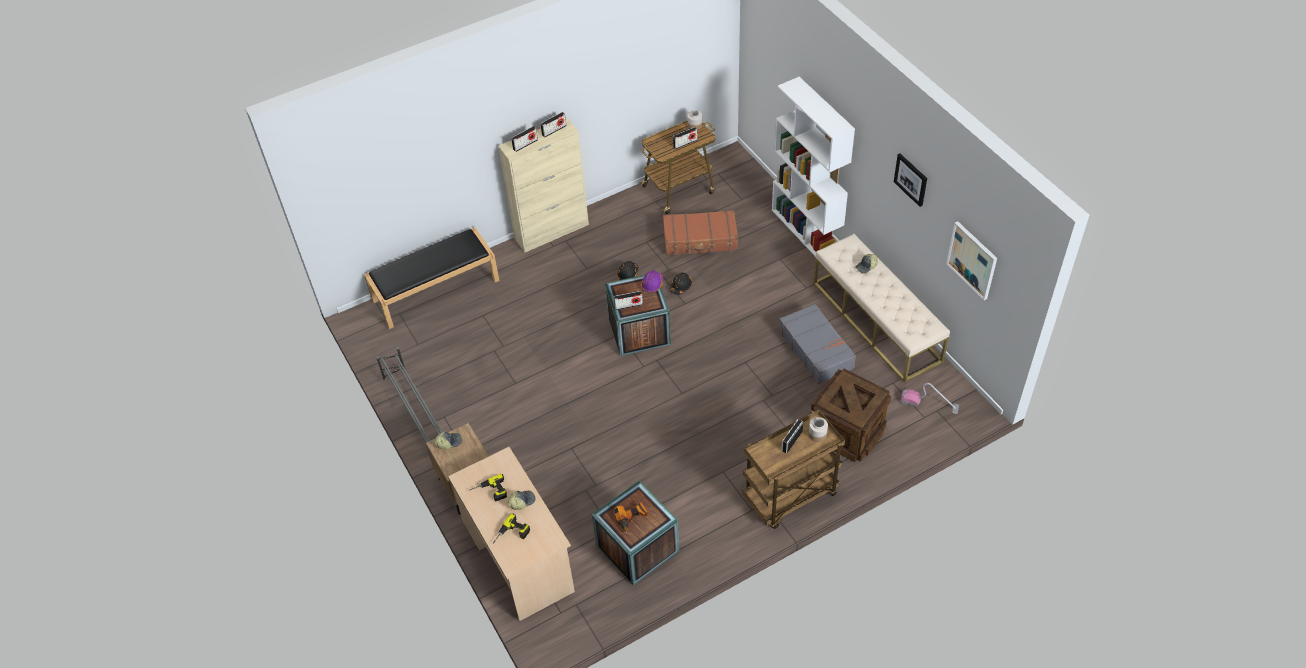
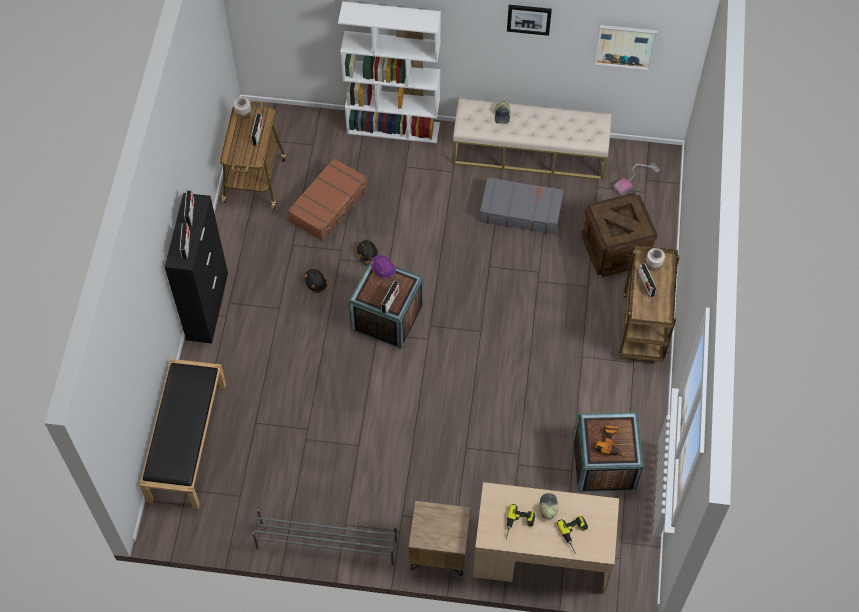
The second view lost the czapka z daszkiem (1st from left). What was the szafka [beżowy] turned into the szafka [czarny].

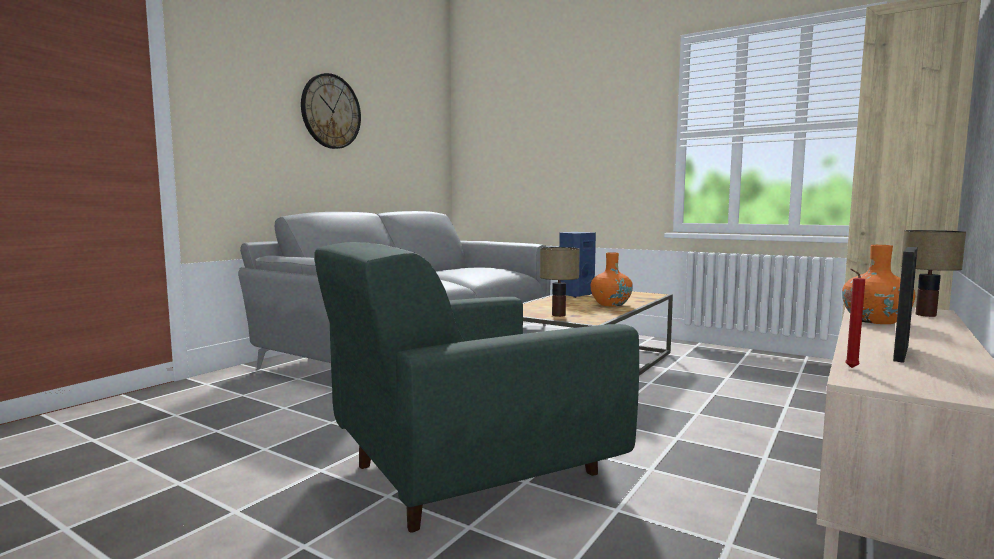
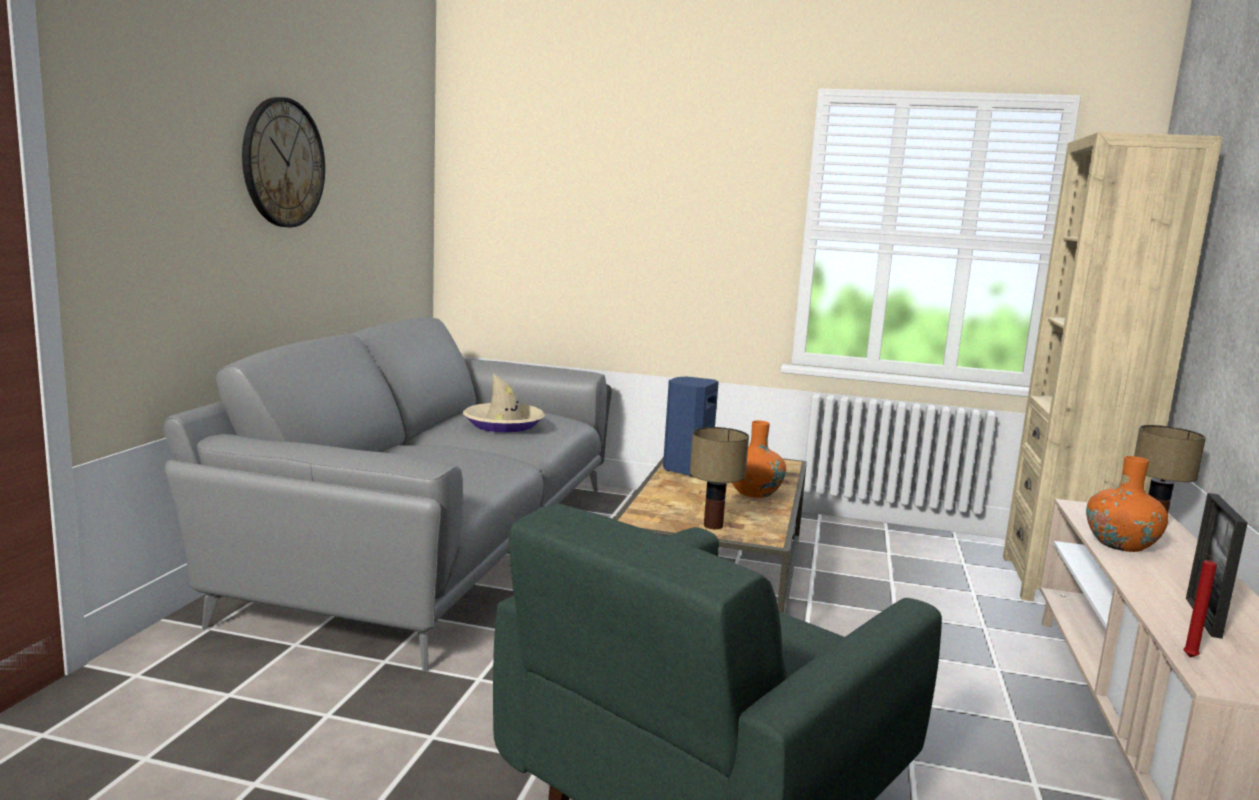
The second view gained the kapelusz [beżowy].

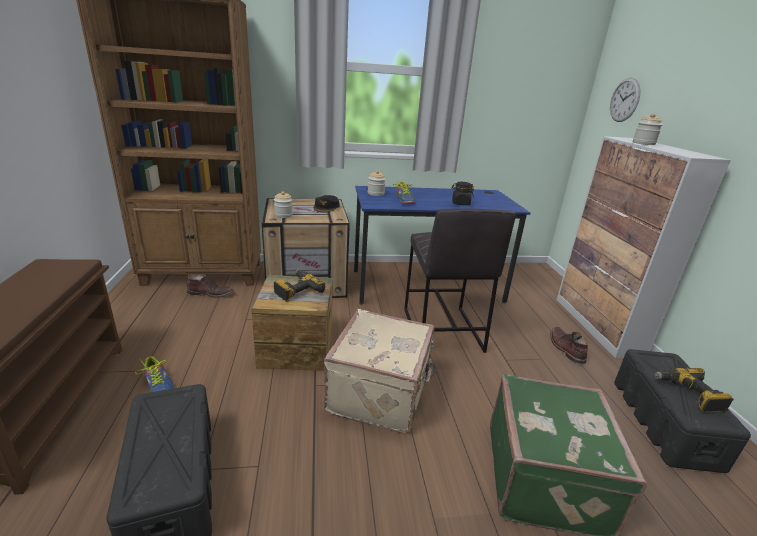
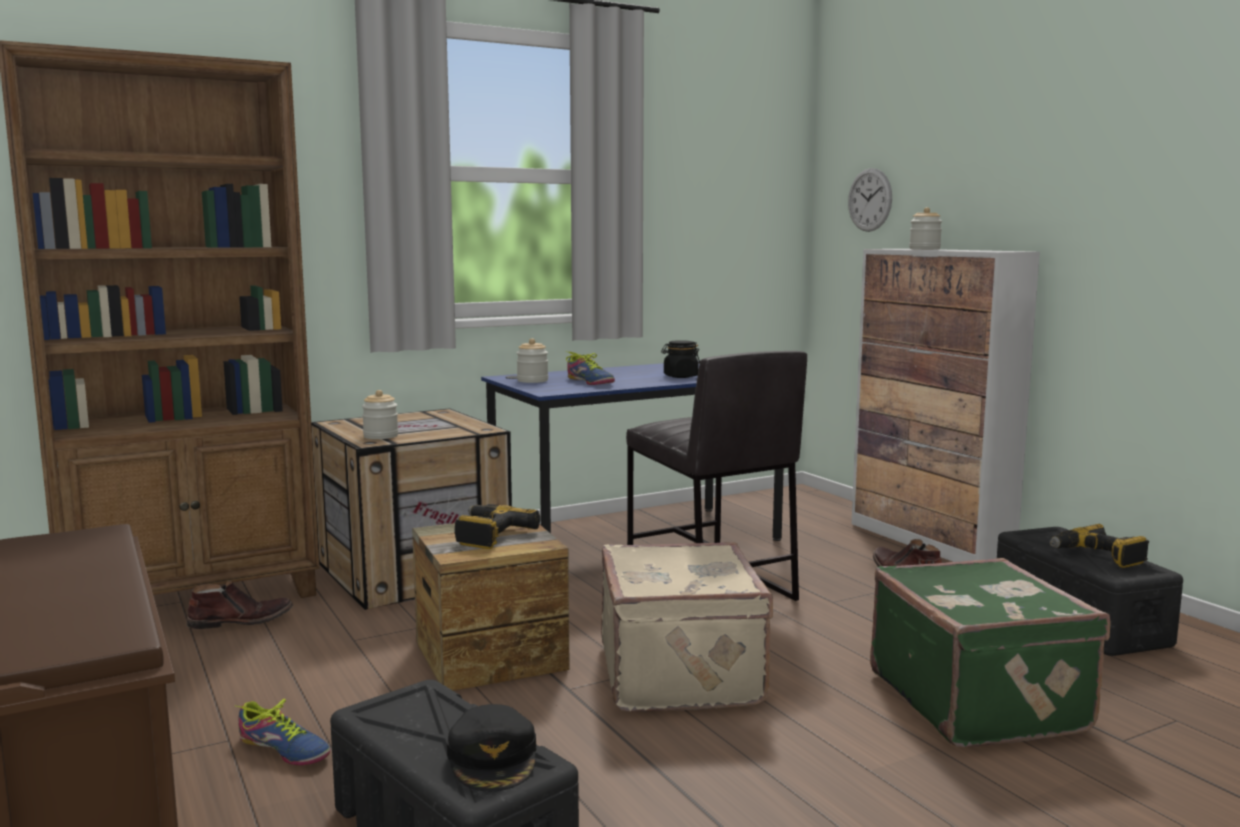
The czapka z daszkiem [czarny] ended up elsewhere.

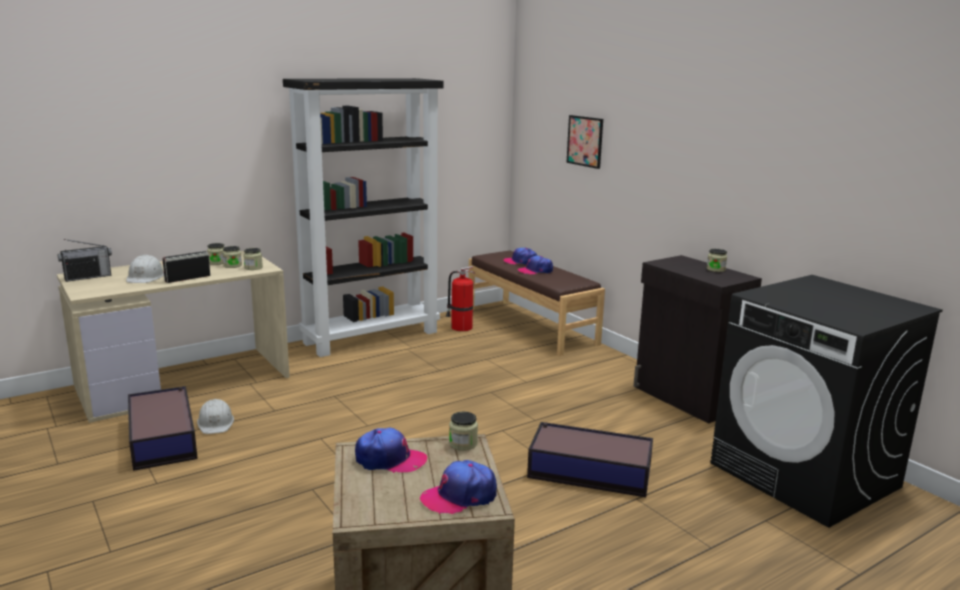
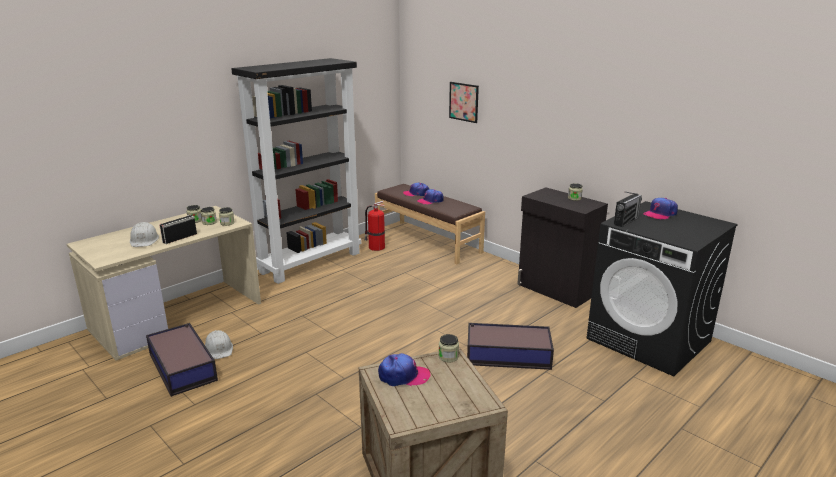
The radio (1st from left in the first image) ended up elsewhere. The czapka z daszkiem (2nd from left in the first image) ended up elsewhere.

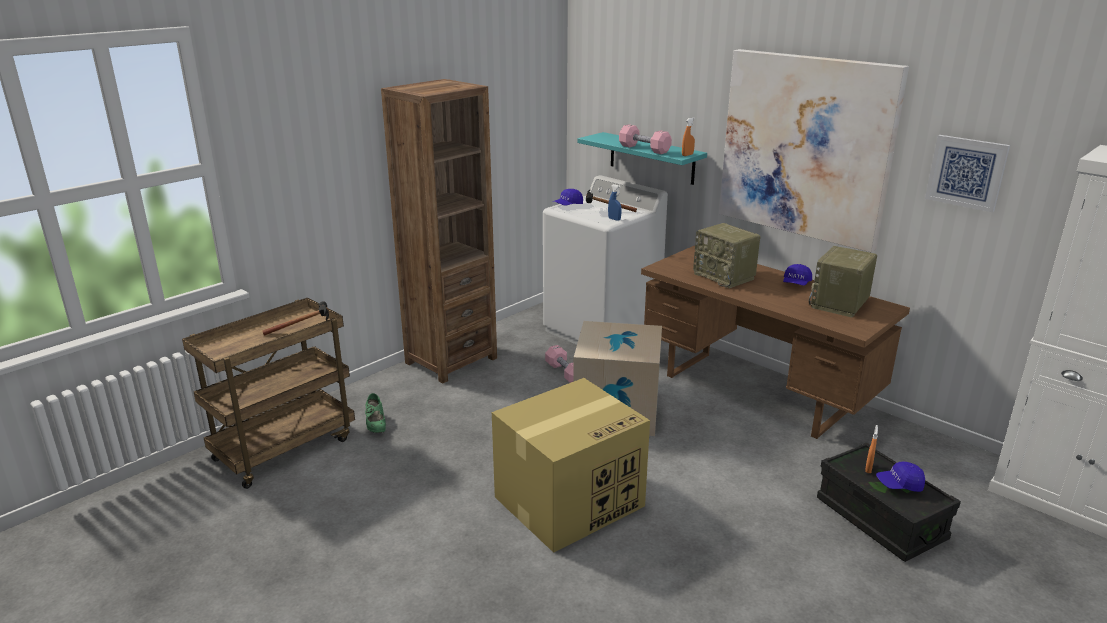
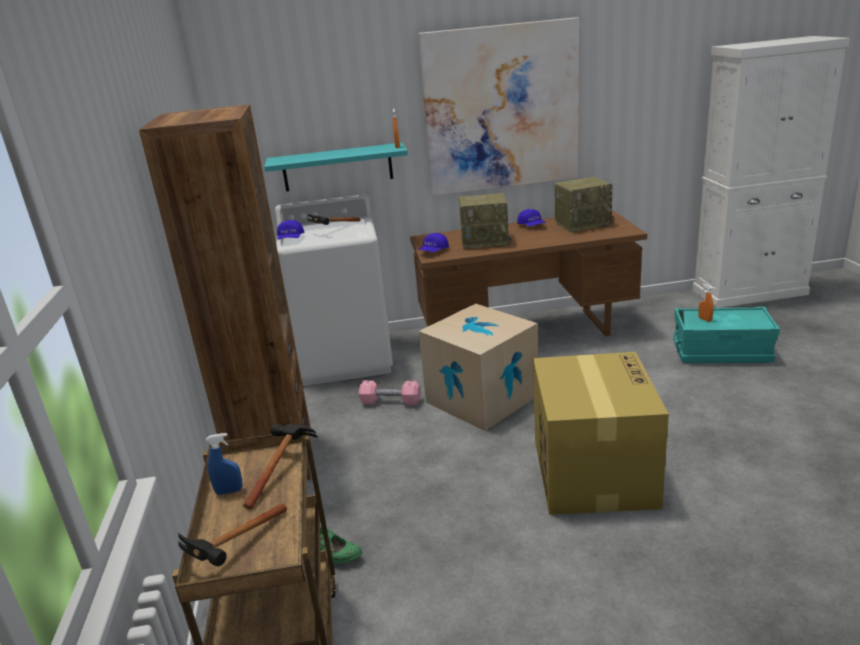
The spryskiwacz [niebieski] ended up elsewhere. The second view lost the hantel [różowy] (2nd from left). The radio (2nd from left) ended up facing another way, 90 degrees counterclockwise from before. What was the pojemnik do przechowywania [czarny] turned into the pojemnik do przechowywania [turkusowy]. The czapka z daszkiem [niebieski] (3rd from left in the first image) ended up elsewhere. The second view lost the obraz (2nd from left). The second view gained the młotek (1st from left).

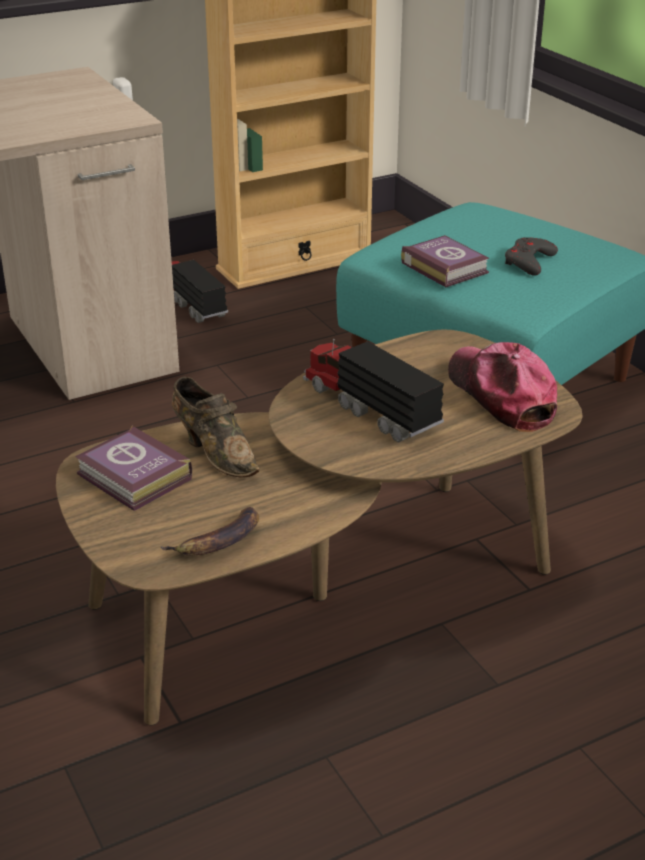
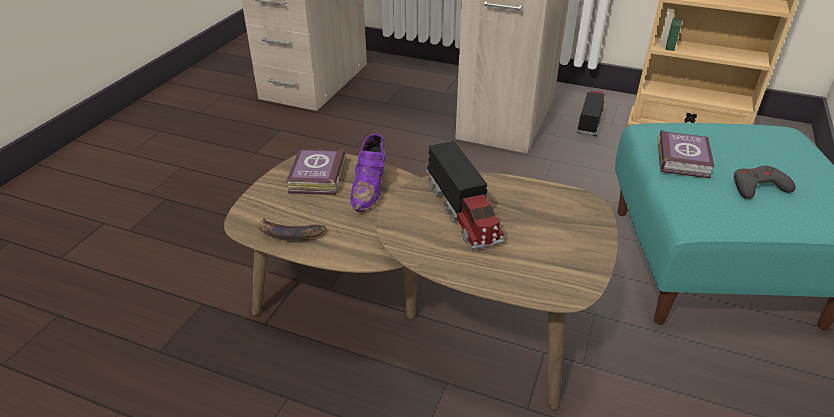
What was the but [brązowy] turned into the but [fioletowy]. The ciężarówka zabawkowa (2nd from left in the first image) ended up facing another way, 150 degrees clockwise from before. The second view lost the czapka z daszkiem.

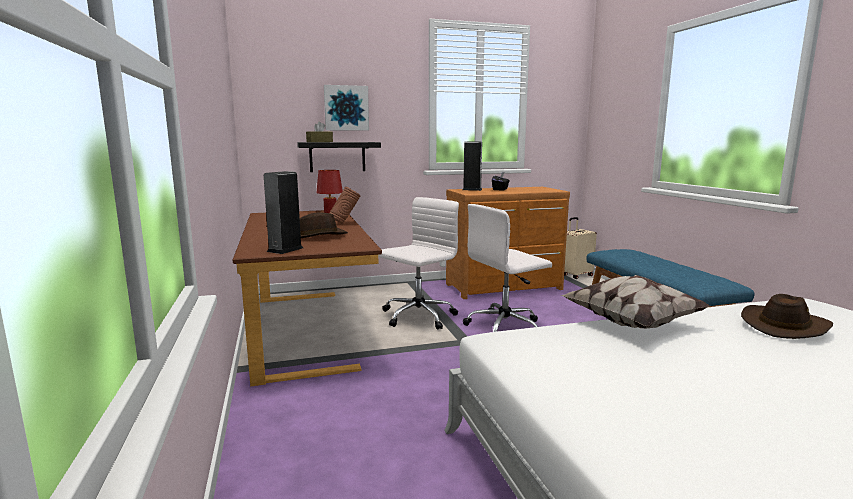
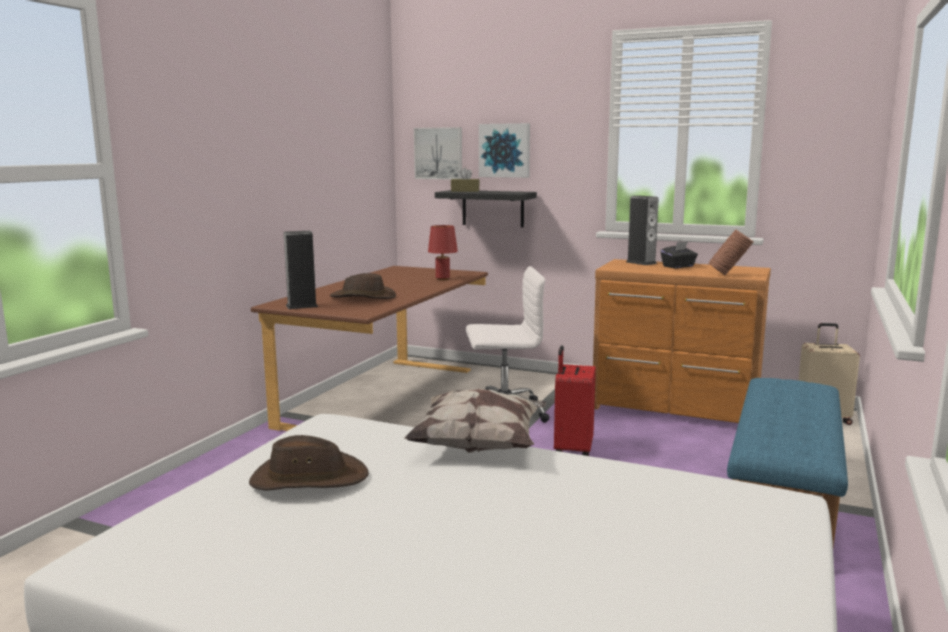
The wazon [brązowy] ended up elsewhere. Where the krzesło biurowe [biały] (2nd from left) stood, the walizka [czerwony] came to stand. The kapelusz [brązowy] (2nd from left in the first image) ended up elsewhere. The second view gained the obraz (1st from left).

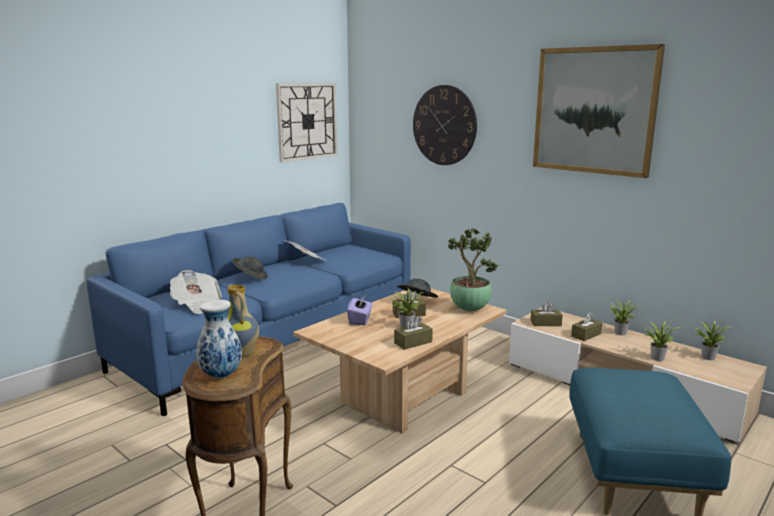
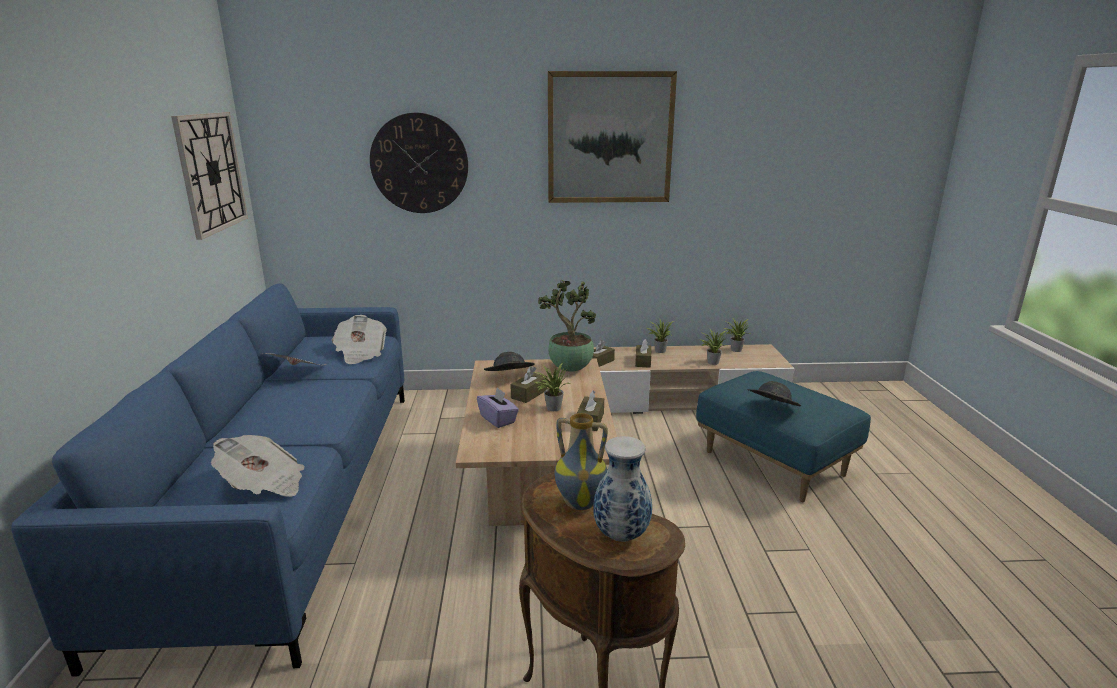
The kapelusz [szary] (1st from left in the first image) ended up elsewhere. The second view gained the gazeta (3rd from left).

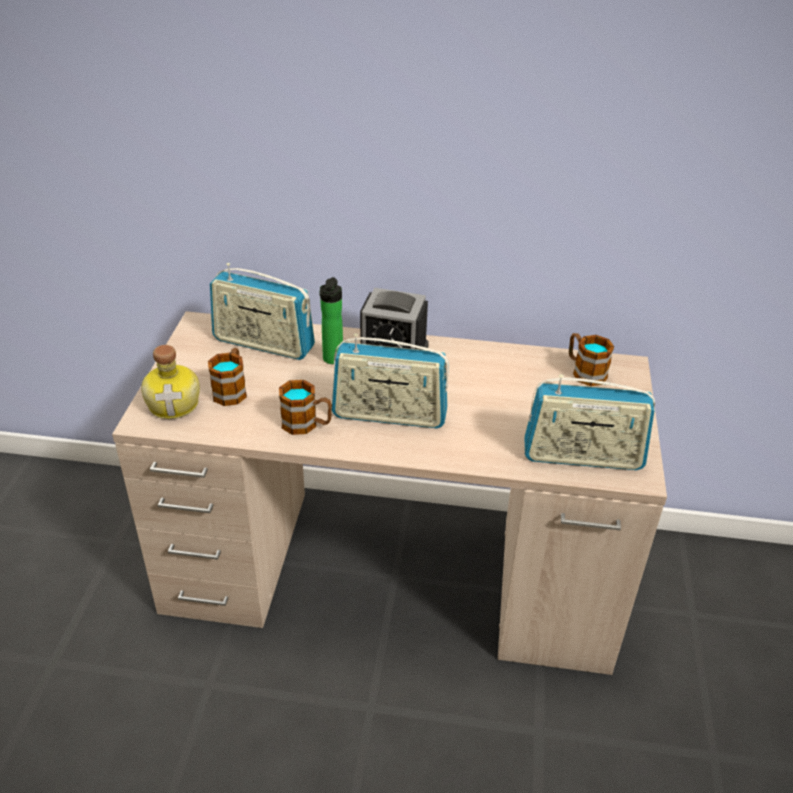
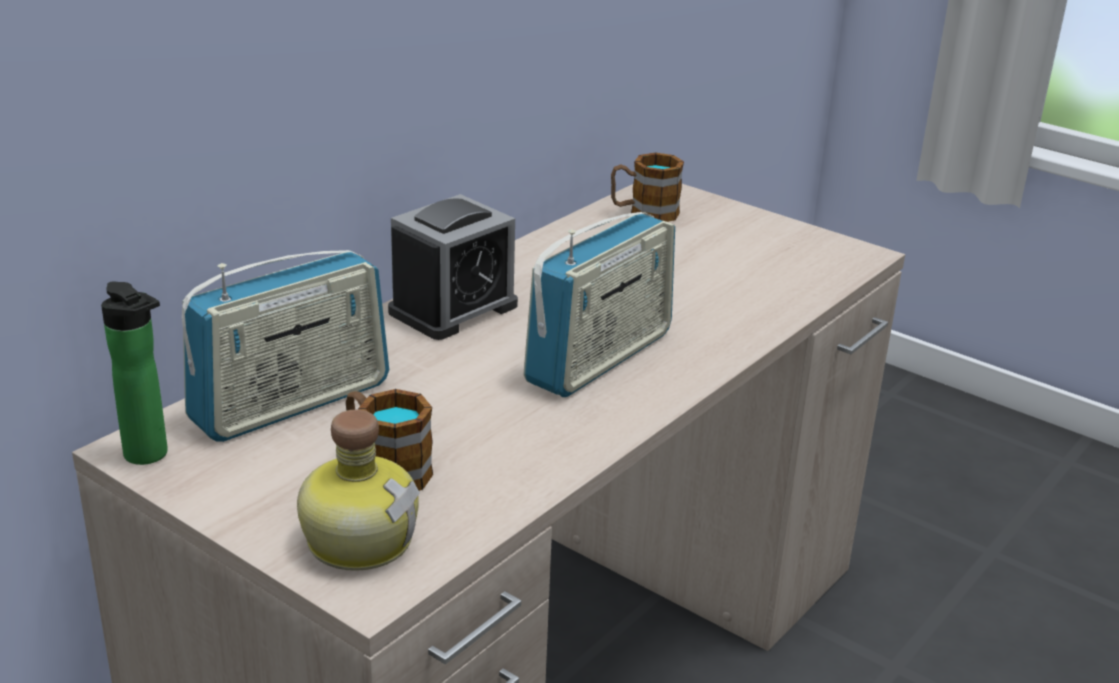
The second view lost the kubek (2nd from left). The butelka (2nd from left in the first image) ended up elsewhere. The second view lost the radio (3rd from left).

